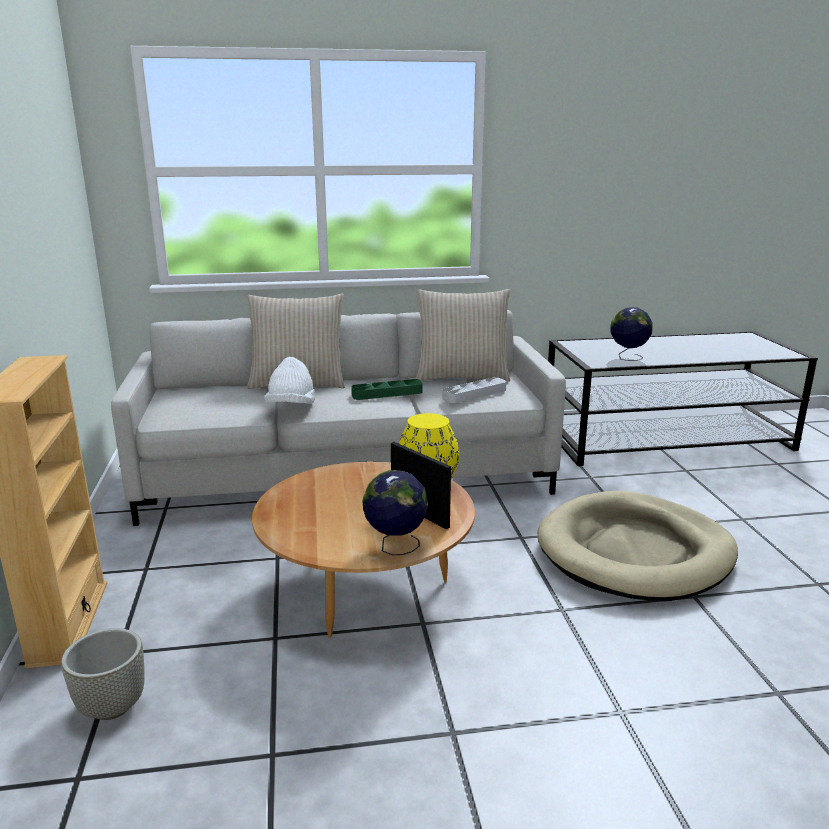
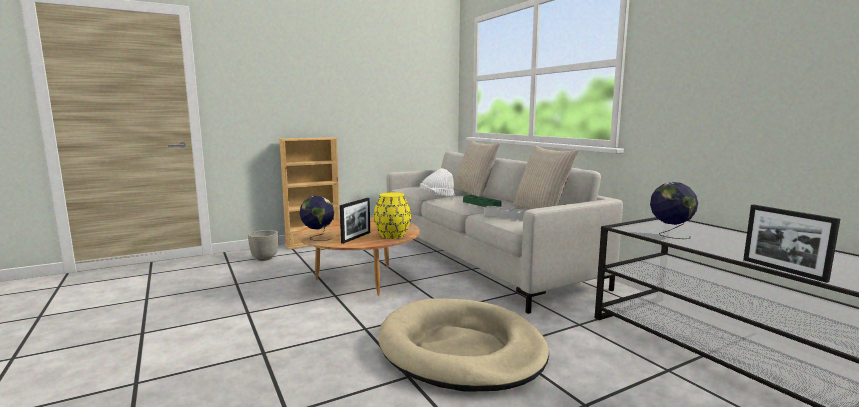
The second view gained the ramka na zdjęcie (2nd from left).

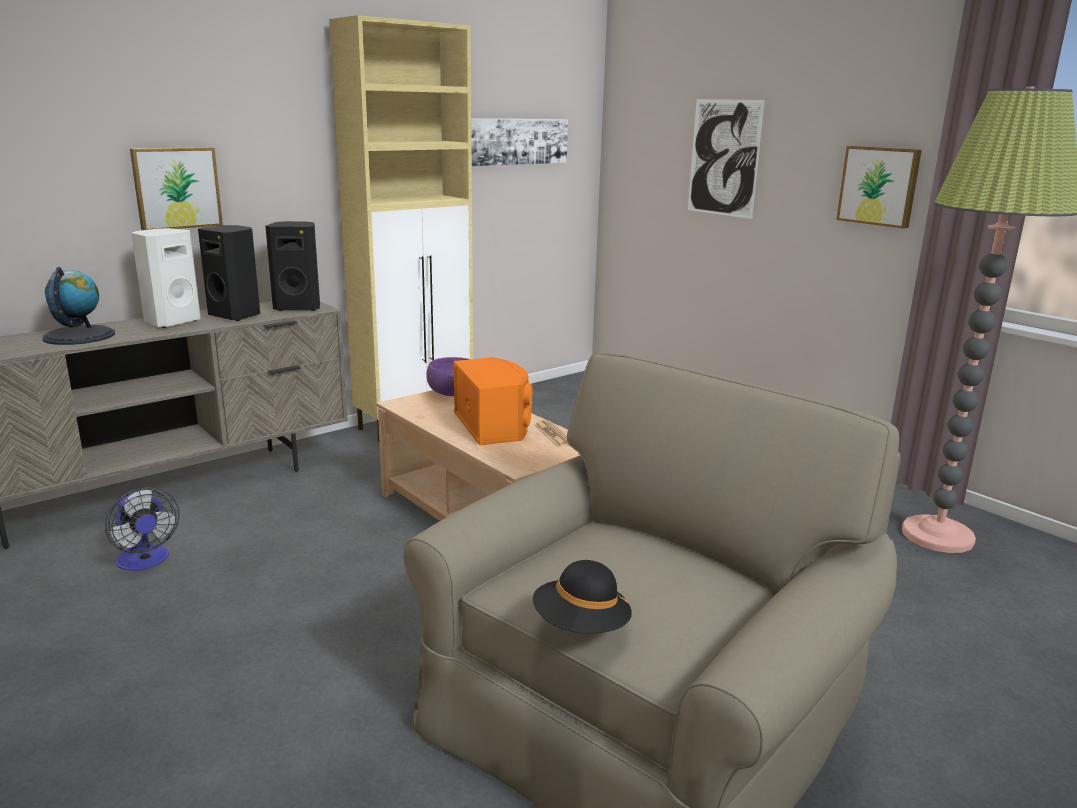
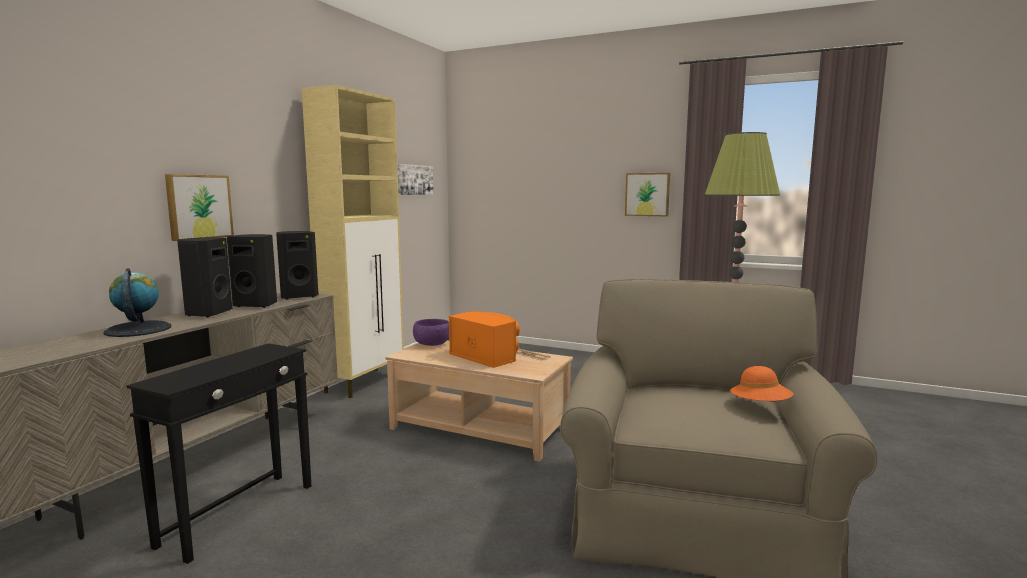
Where the wentylator stood, the stolik [czarny] came to stand. What was the głośnik [biały] turned into the głośnik [czarny] (1st from left). The second view lost the kapelusz [czarny]. The second view lost the obraz (3rd from left). The second view gained the kapelusz [pomarańczowy].

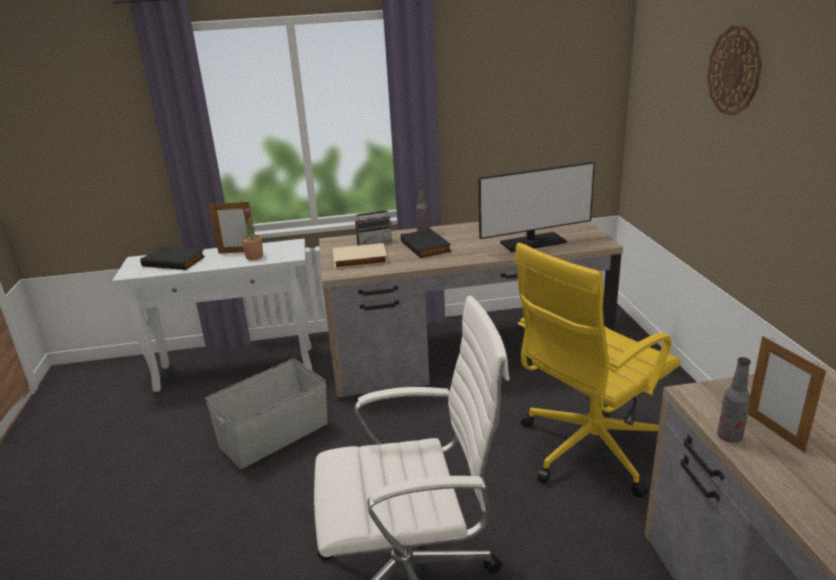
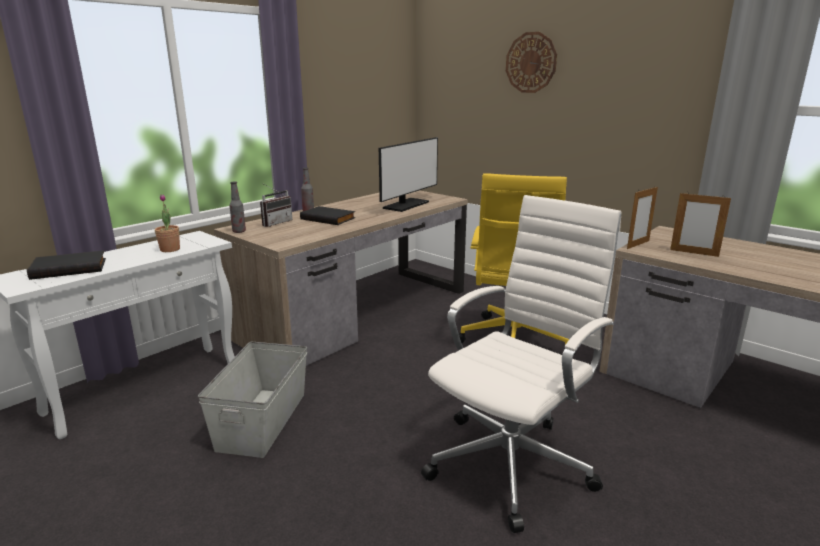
The ramka na zdjęcie (1st from left) ended up elsewhere. The second view lost the książka [beżowy]. The butelka (2nd from left in the first image) ended up elsewhere.

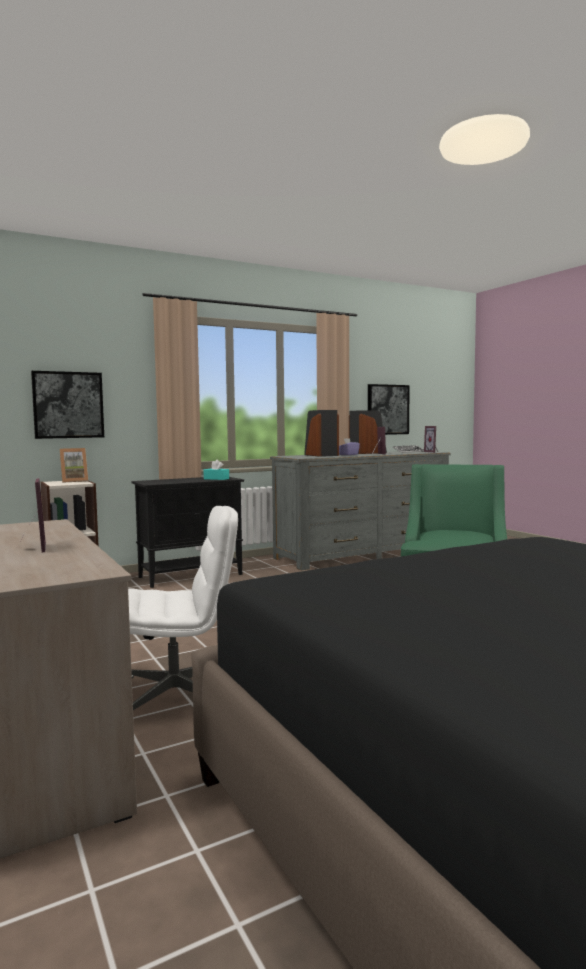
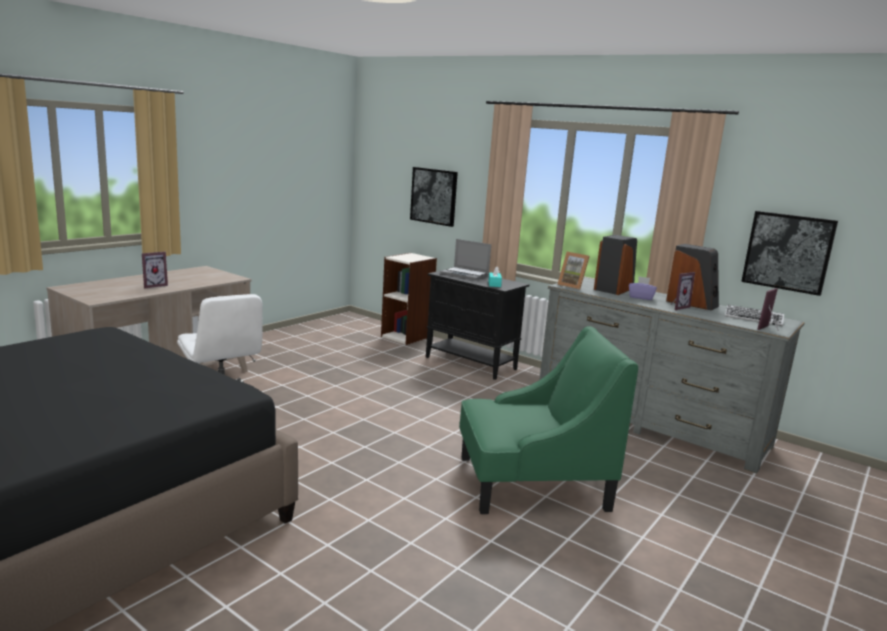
The ramka na zdjęcie (2nd from left) ended up elsewhere. The second view gained the laptop.

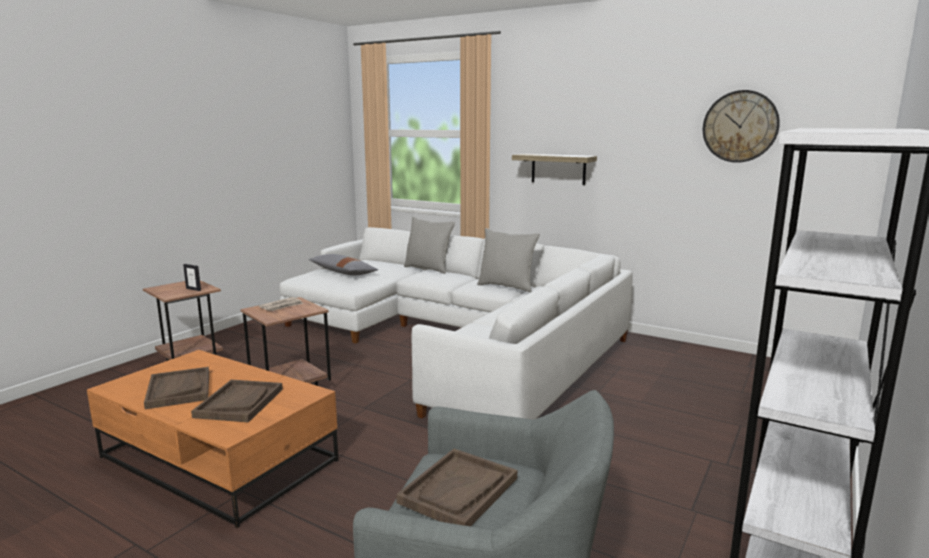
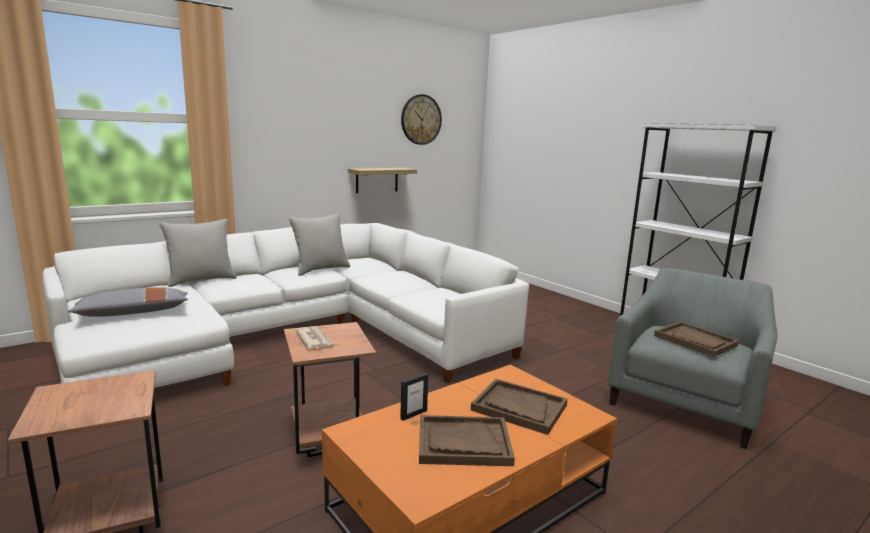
The ramka na zdjęcie ended up elsewhere. The półka ended up elsewhere.

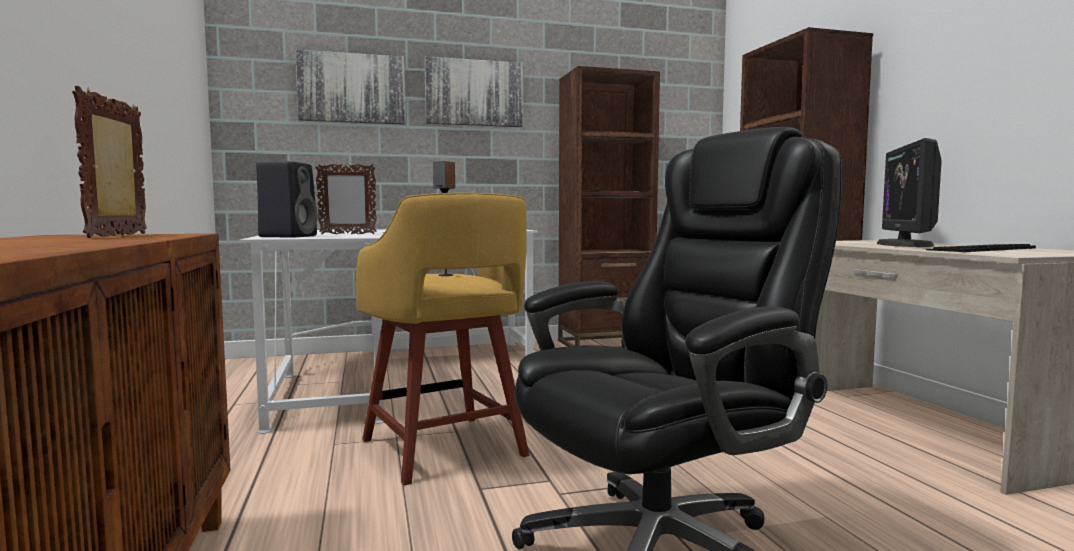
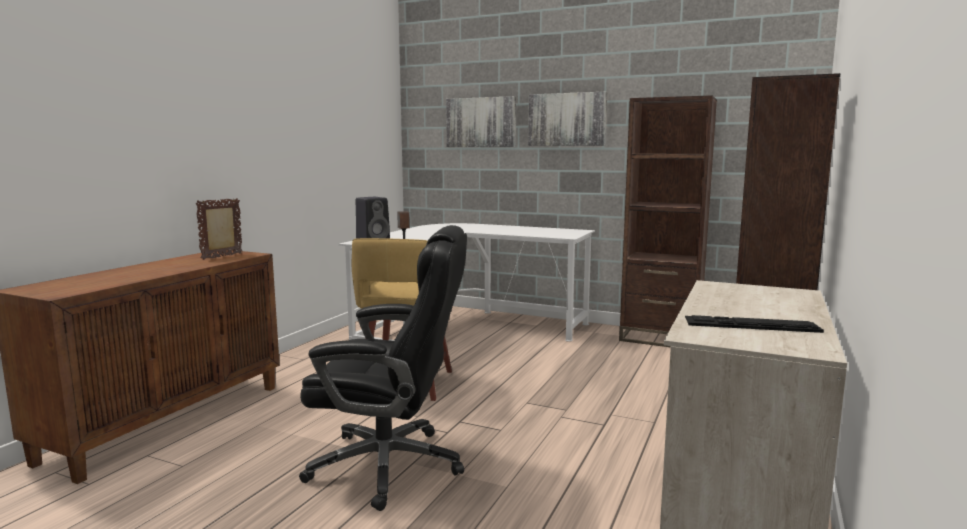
The second view lost the ramka na zdjęcie (2nd from left). The second view lost the monitor.

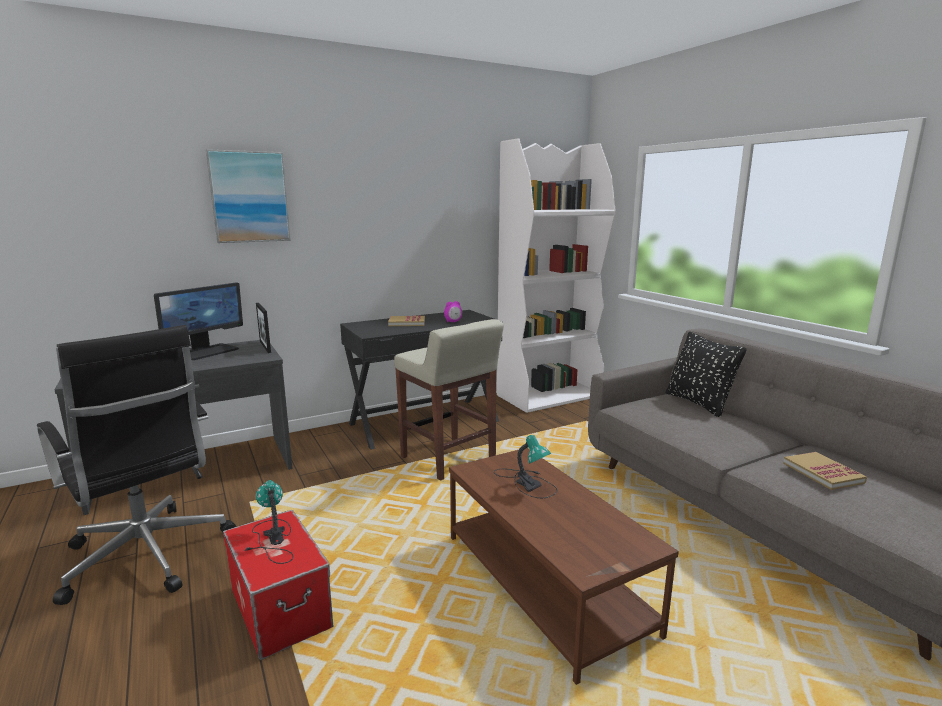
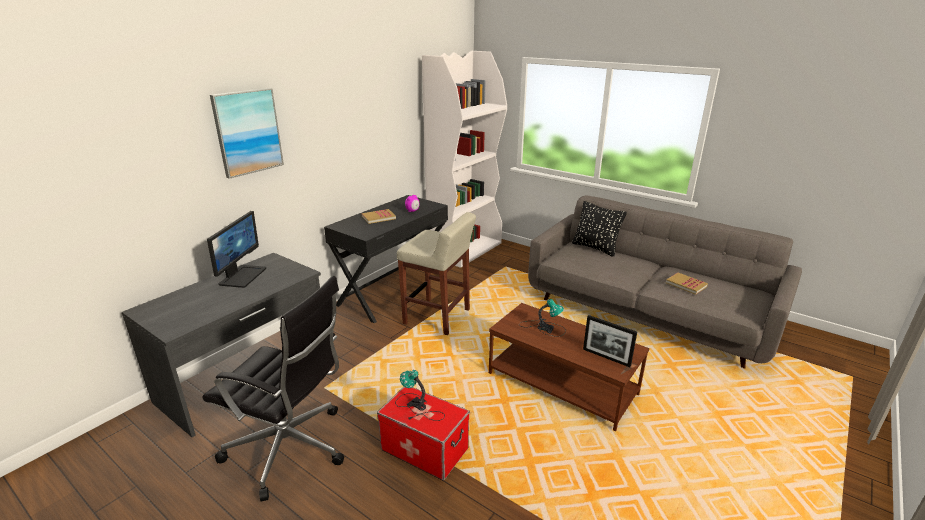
The ramka na zdjęcie ended up elsewhere.

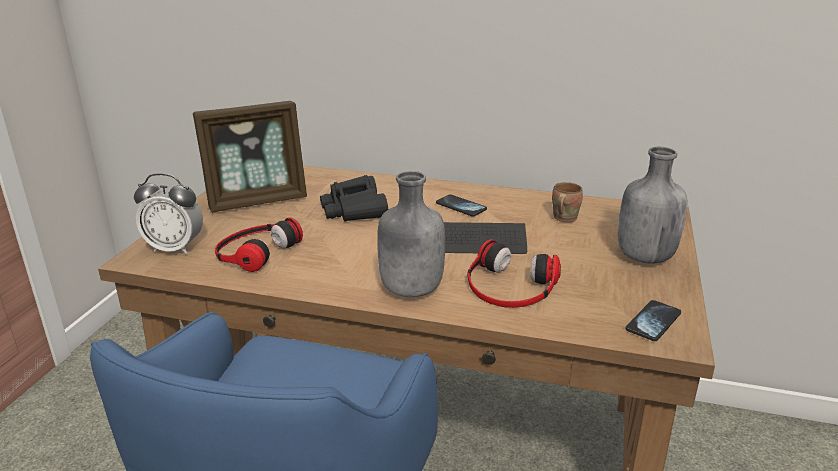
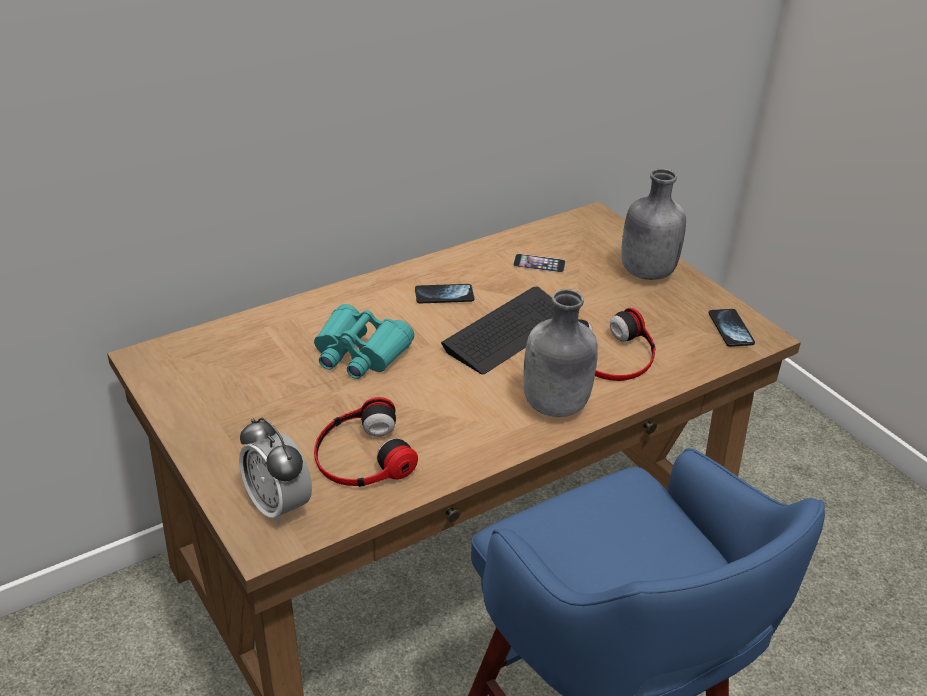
The budzik ended up facing another way, 90 degrees clockwise from before. The second view lost the ramka na zdjęcie. What was the lornetka [czarny] turned into the lornetka [turkusowy]. Where the kubek [brązowy] stood, the telefon (2nd from left) came to stand.

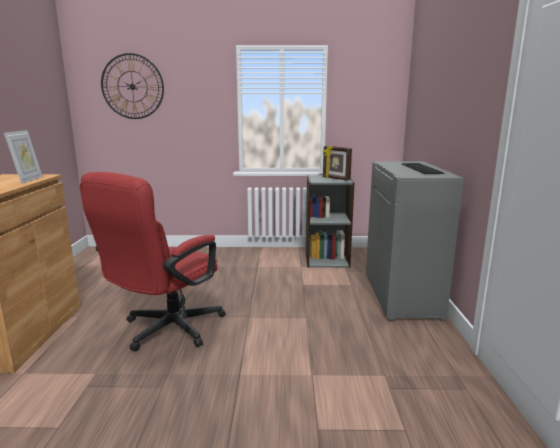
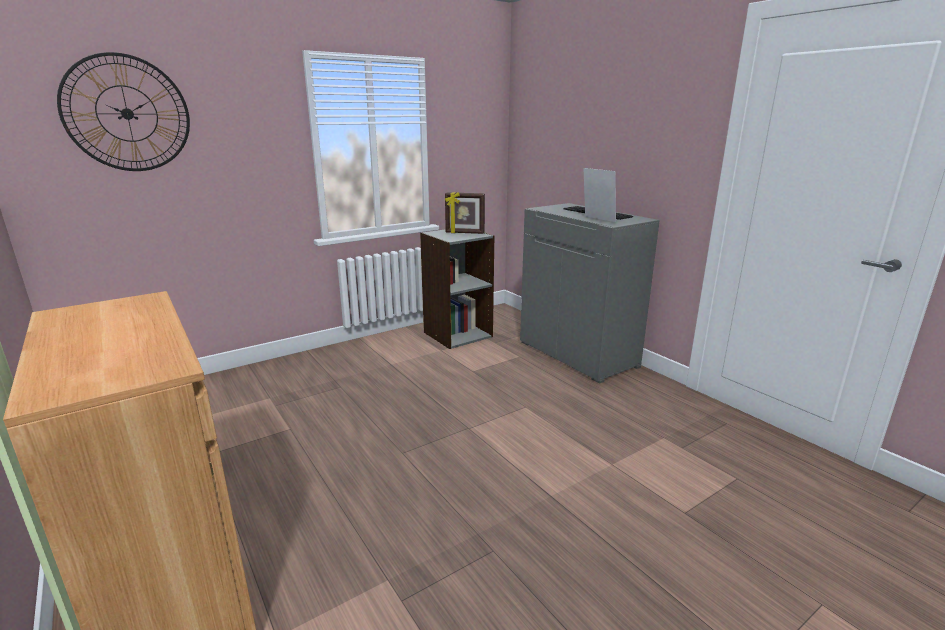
The ramka na zdjęcie (1st from left in the first image) ended up elsewhere. The second view lost the krzesło biurowe [czerwony].

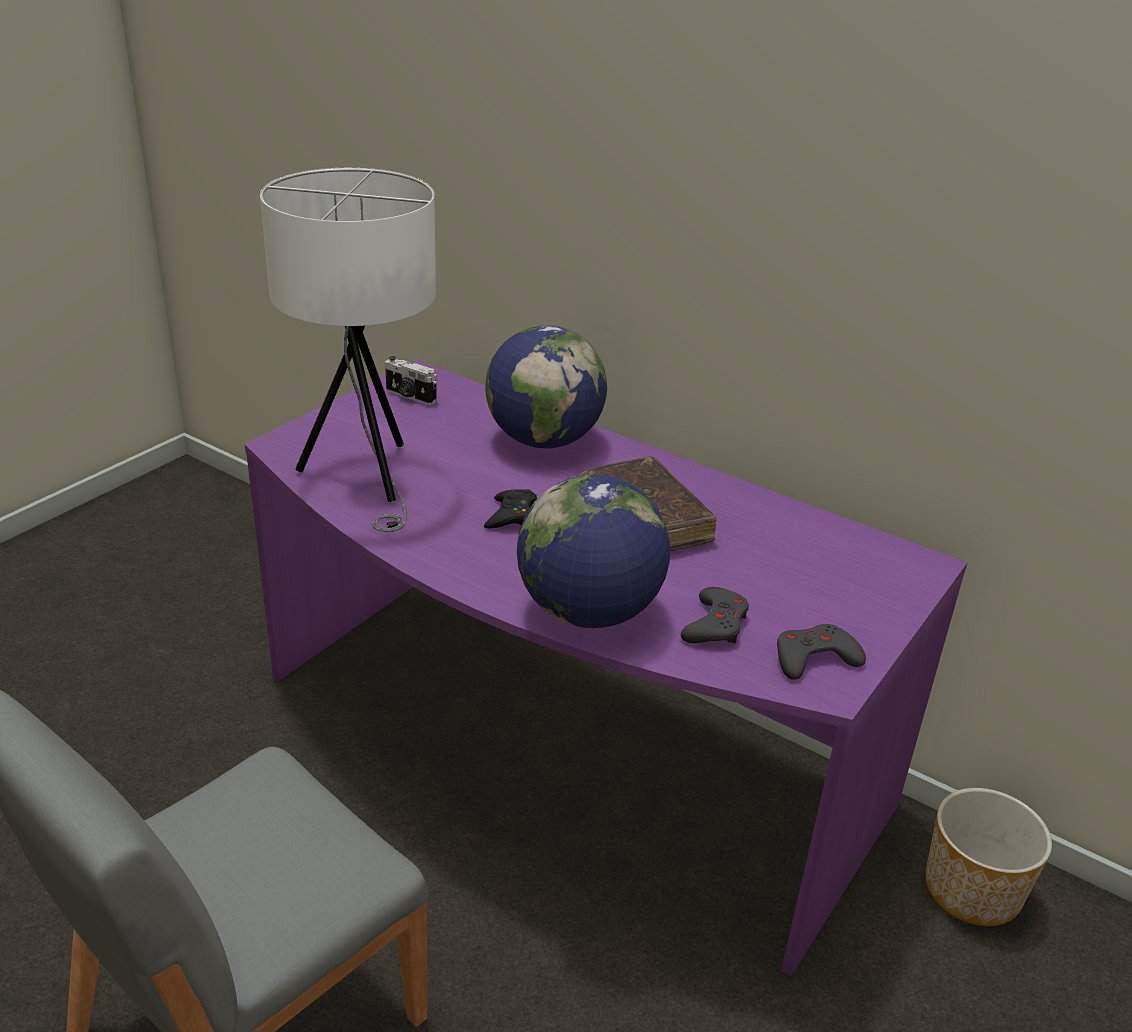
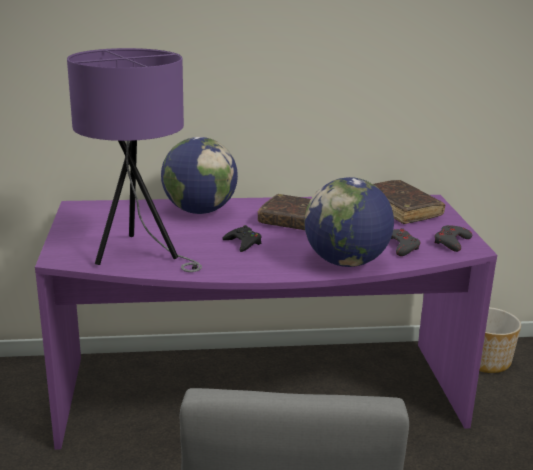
What was the lampa stołowa [biały] turned into the lampa stołowa [fioletowy]. The second view lost the aparat fotograficzny. The second view gained the książka [brązowy] (2nd from left).

